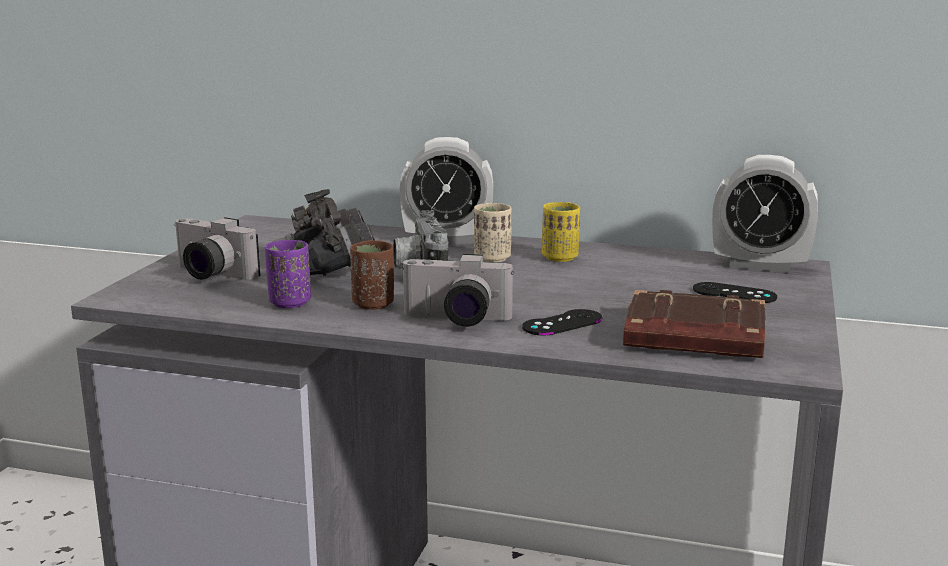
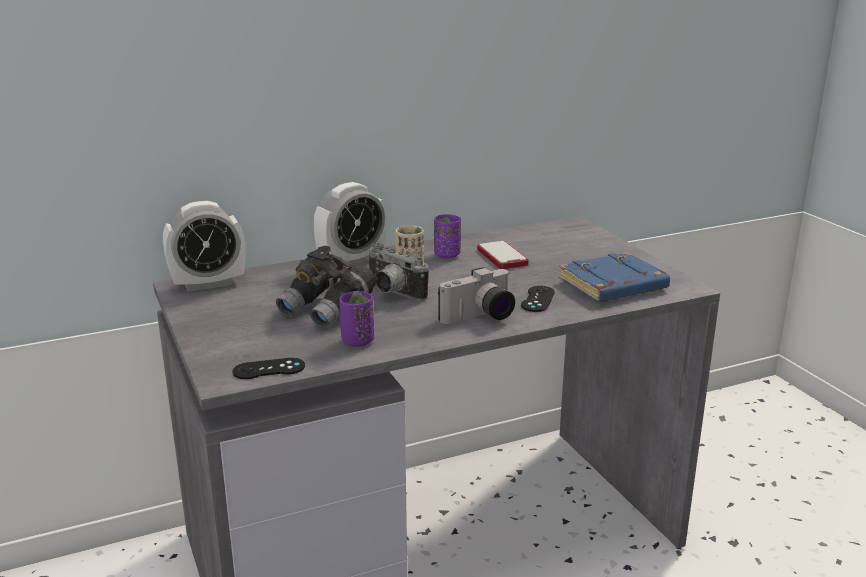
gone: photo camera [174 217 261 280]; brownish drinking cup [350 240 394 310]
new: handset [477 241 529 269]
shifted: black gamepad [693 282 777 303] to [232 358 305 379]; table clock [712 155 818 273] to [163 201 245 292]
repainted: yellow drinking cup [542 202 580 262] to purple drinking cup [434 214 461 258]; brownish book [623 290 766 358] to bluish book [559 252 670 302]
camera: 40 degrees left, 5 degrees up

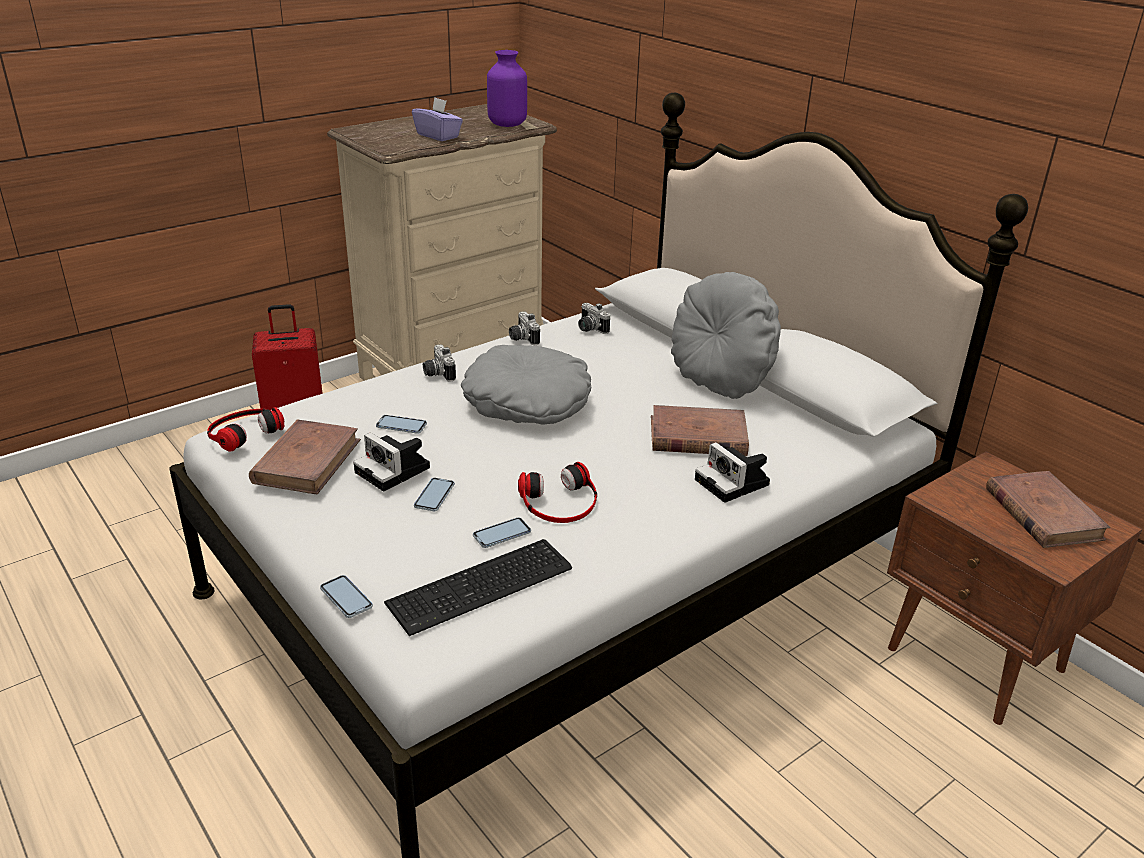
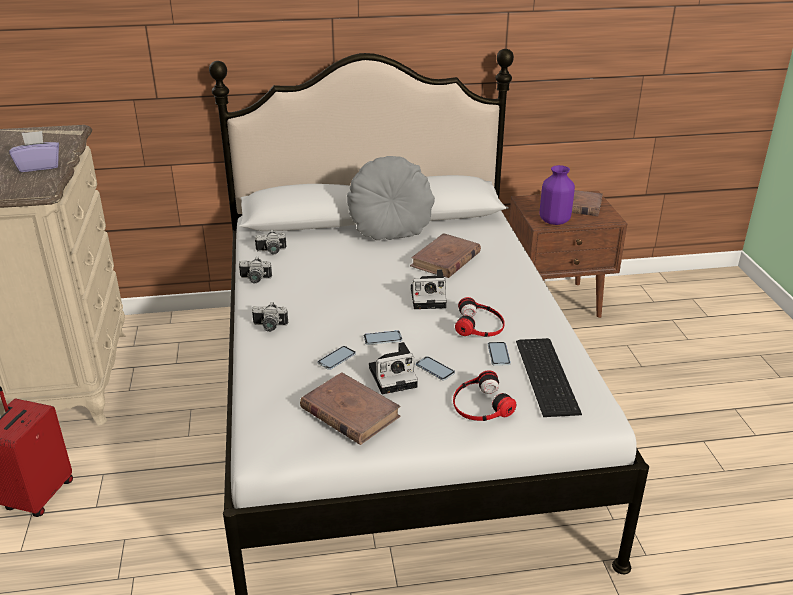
gone: grey pillow [461 345 591 425]
shifted: pair of headphones [207 407 284 452] to [453 370 516 421]; handset [320 575 373 618] to [364 330 402 345]; purple vase [487 50 527 127] to [540 165 575 225]; photo camera [695 442 770 503] to [411 269 447 309]
camera: 60 degrees left, 0 degrees up

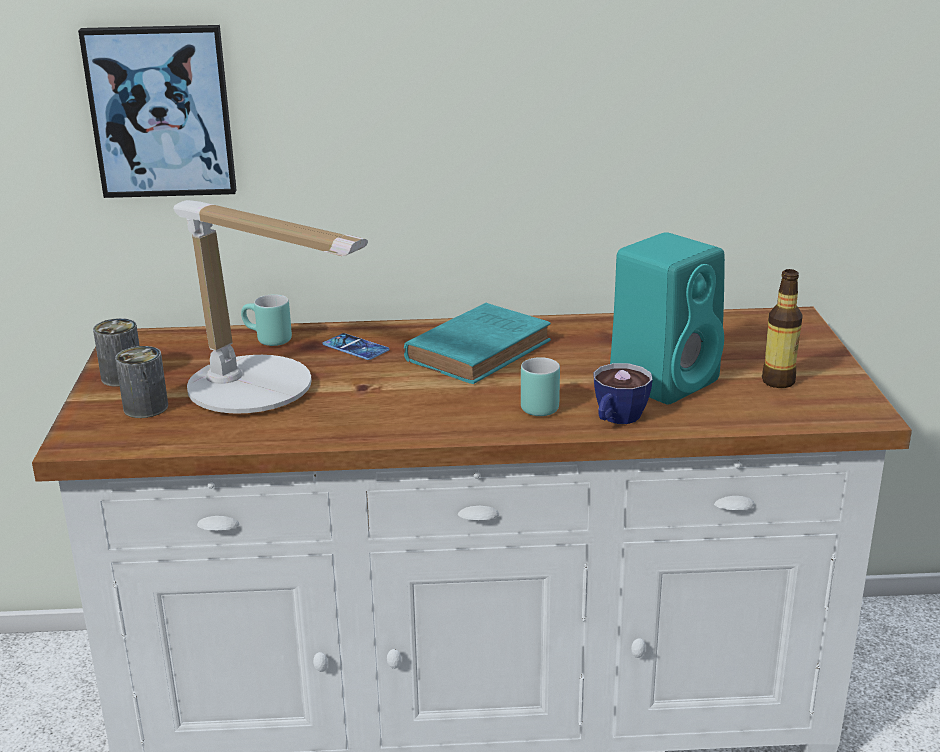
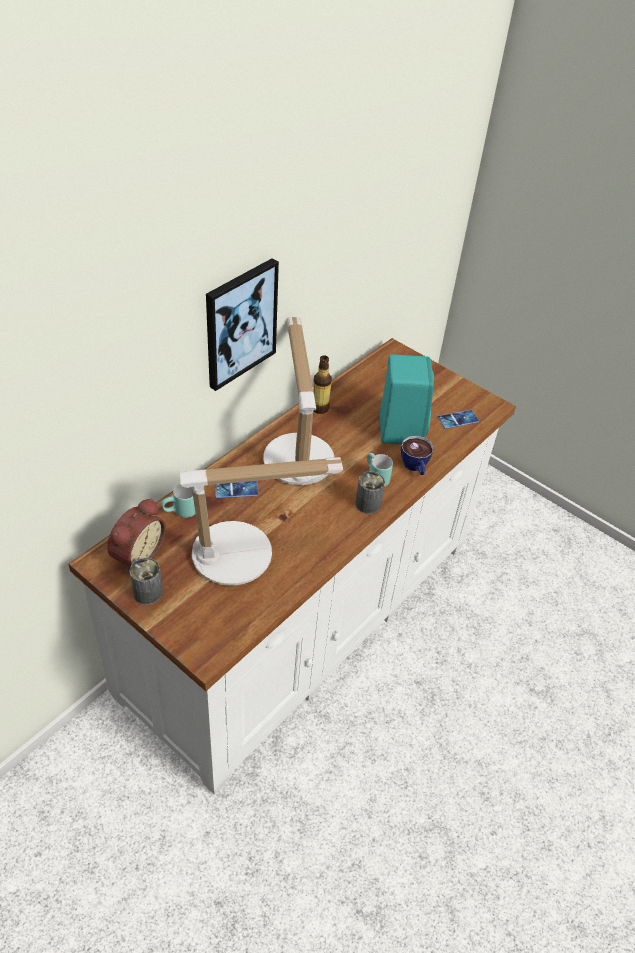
new: table clock [107 498 166 573]; handset [438 410 479 429]
shifted: wall art [78 25 237 198] to [206 258 279 391]; sealed can [115 346 168 418] to [355 471 385 514]; drink bottle [762 269 803 388] to [313 355 332 414]
swapped: turquoise-coloured book [404 303 551 384] to table lamp [263 317 334 485]
camera: 50 degrees left, 20 degrees up

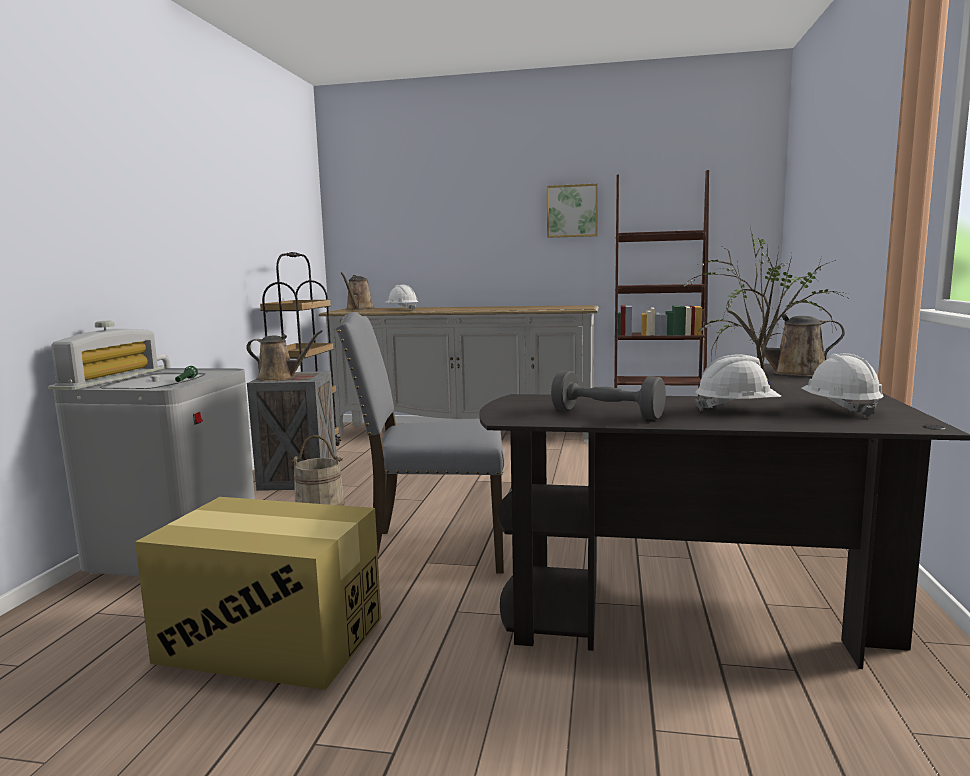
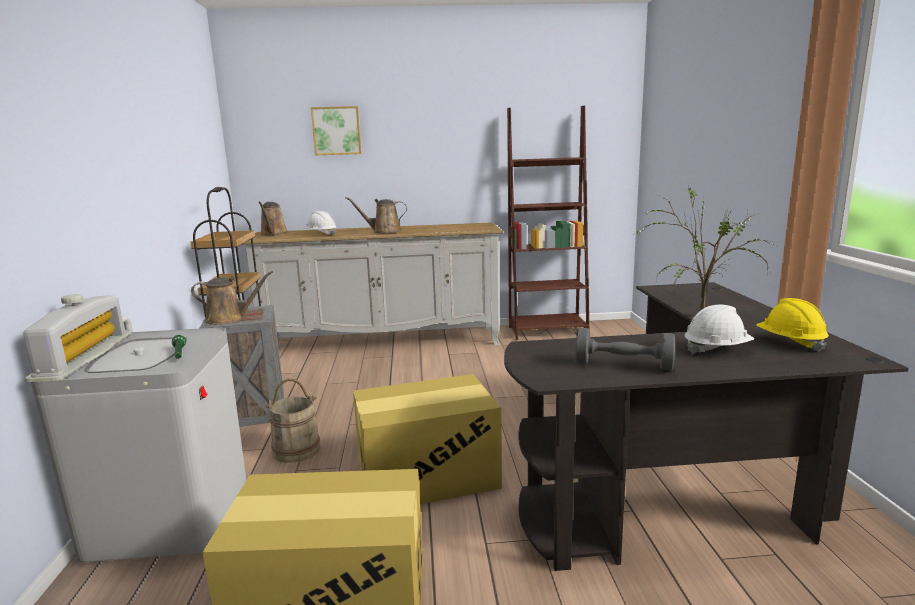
shifted: wall art [547 183 598 238] to [311 106 362 155]; brownish watering pot [727 309 845 376] to [345 197 408 233]
swapped: grey plain chair [336 312 504 574] to packing box [353 374 502 504]
repainted: white hard hat [801 353 884 418] to yellow hard hat [756 298 829 352]
camera: 15 degrees left, 5 degrees up

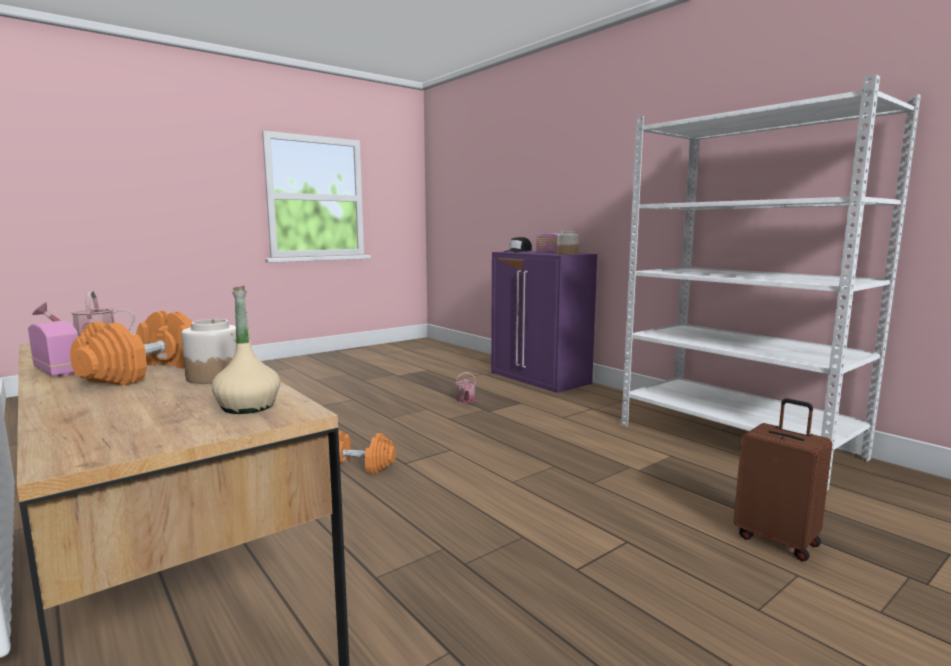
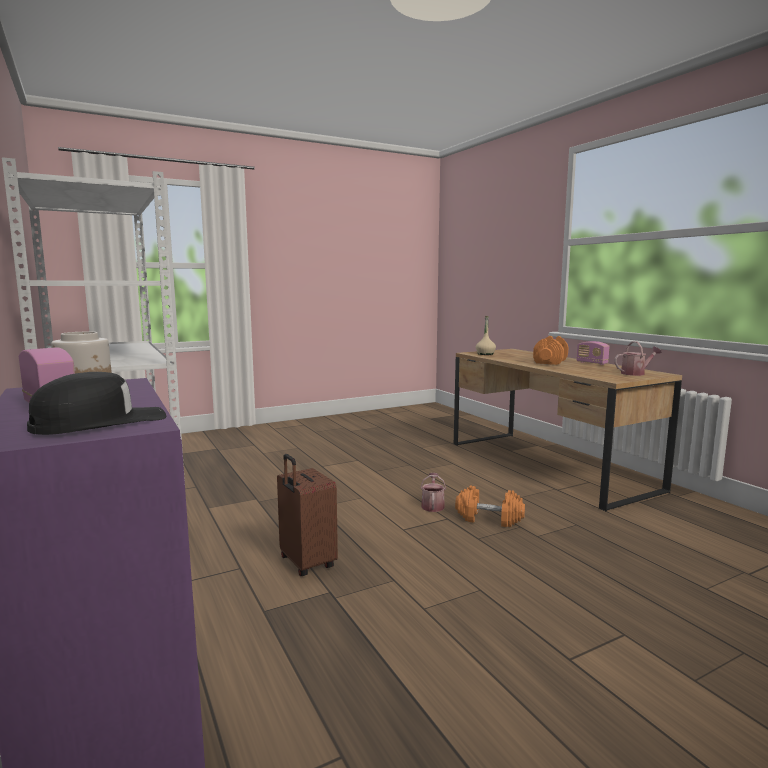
gone: jar [181 319 236 384]
shifted: watering pot [455 372 477 403] to [420 473 446 512]; brownish suitcase [734 398 833 561] to [277 454 338 576]
camera: 170 degrees left, 0 degrees up

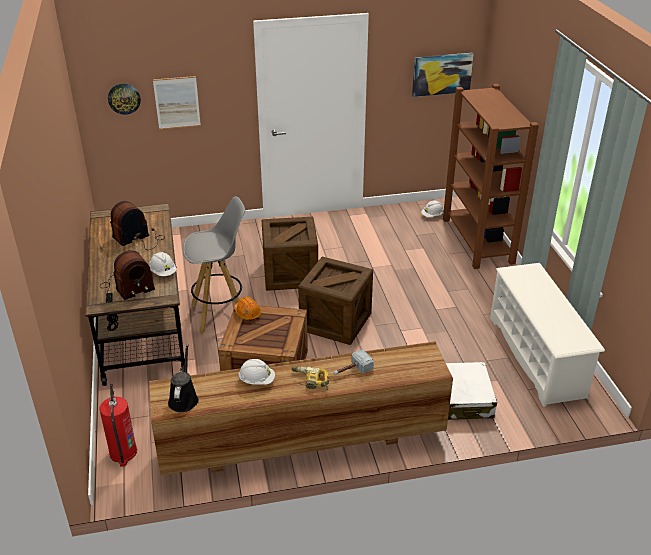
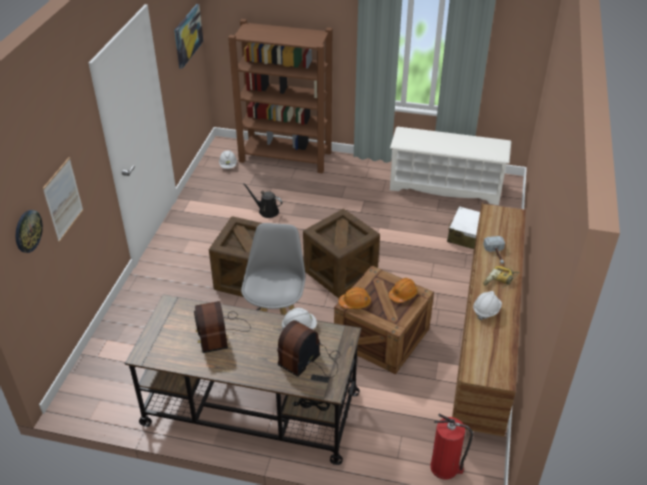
new: orange hard hat [389 278 418 303]
shifted: black watering pot [168 344 199 412] to [243 183 283 218]
rotated: radio [100 250 155 300] = [277 320 340 378] 135 degrees counterclockwise
camera: 65 degrees left, 5 degrees up

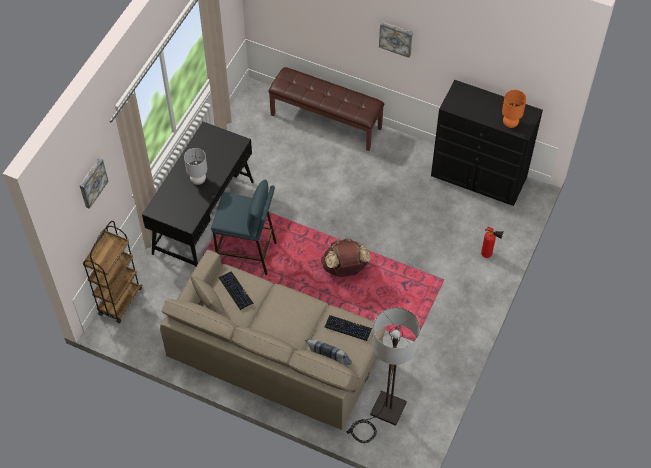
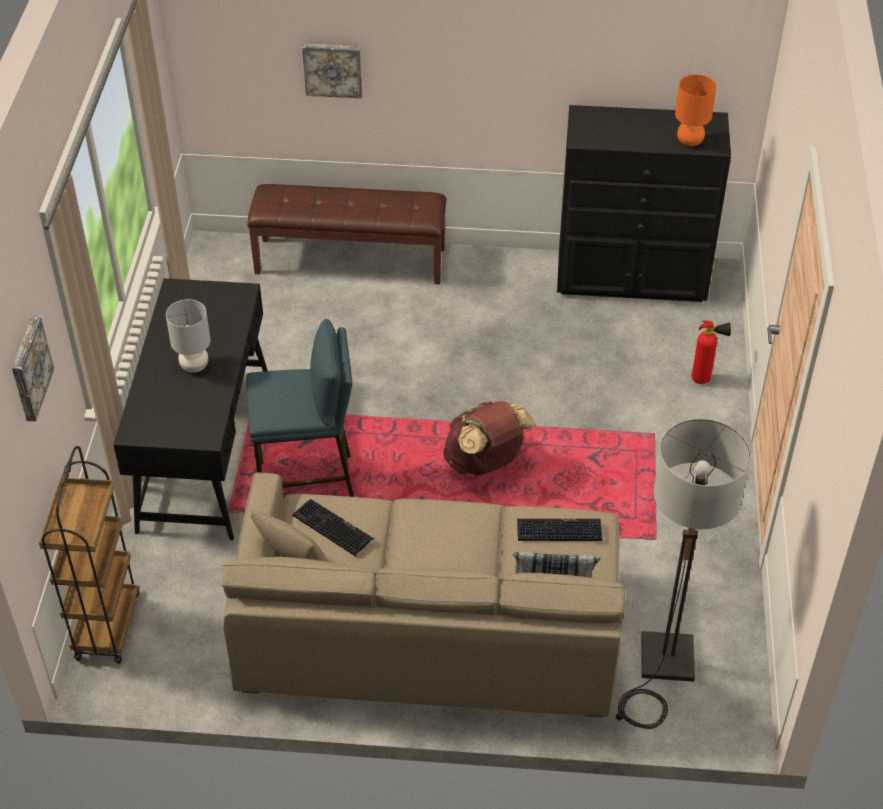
shifted: wall art [379 22 413 58] to [302 44 362 98]
camera: 20 degrees left, 10 degrees down

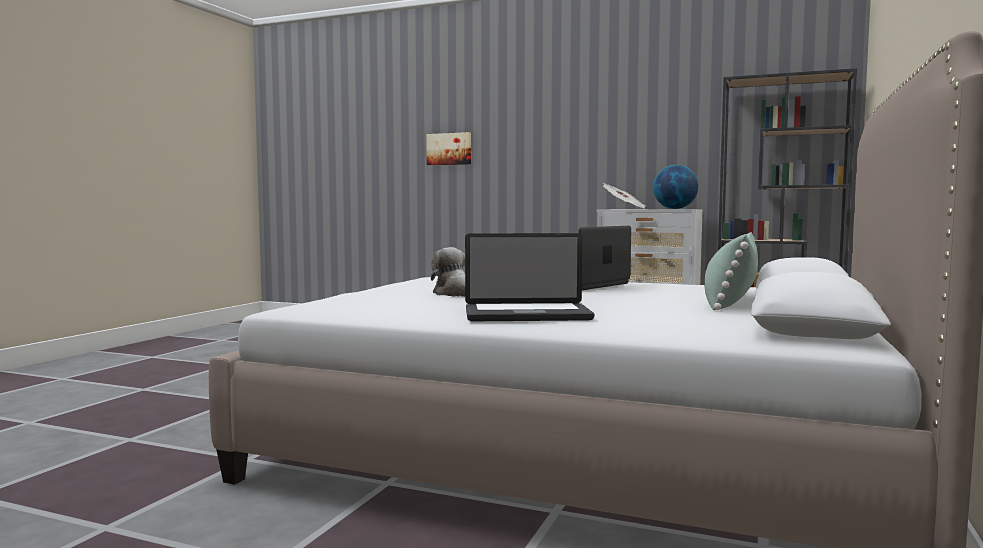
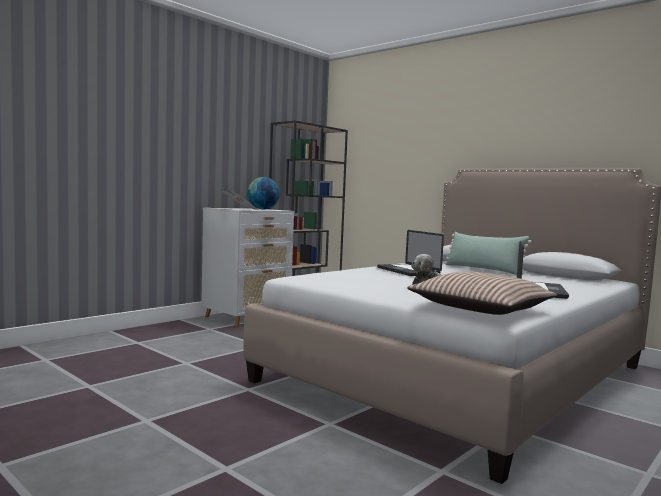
gone: wall art [426 132 471 165]
new: pillow [407 271 557 315]
camera: 70 degrees left, 0 degrees up

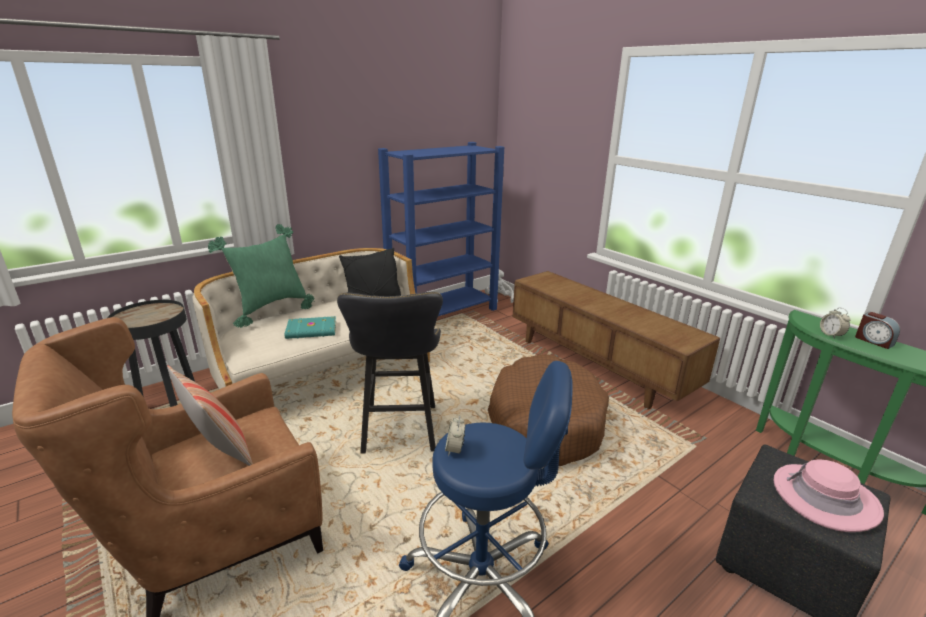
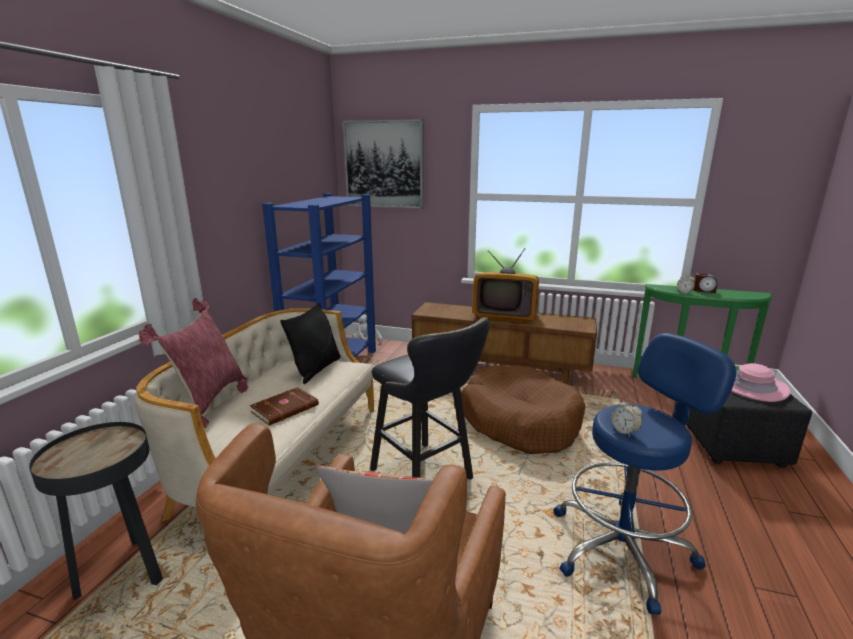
new: wall art [343 119 424 209]; TV [473 248 539 323]
repainted: green pillow [208 224 315 328] to red-coloured pillow [138 298 248 429]; turquoise-coloured book [285 316 336 339] to brownish book [249 387 319 426]
camera: 35 degrees left, 5 degrees down

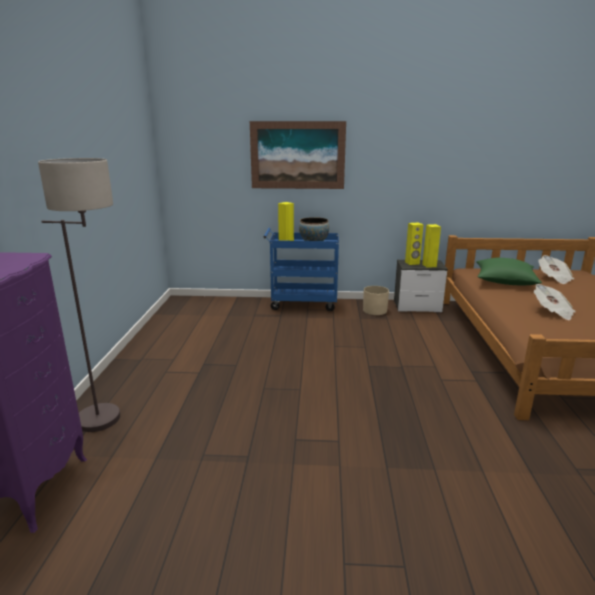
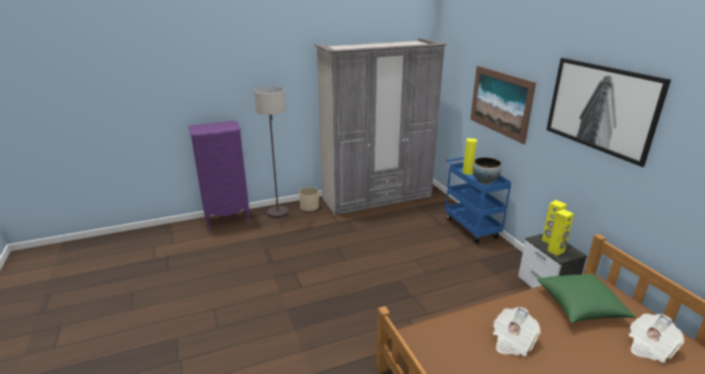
new: grey armoire [314 38 448 215]; wall art [546 58 671 167]
shifted: sand-coloured planter [363 286 389 315] to [299 187 319 211]
camera: 65 degrees right, 5 degrees up

